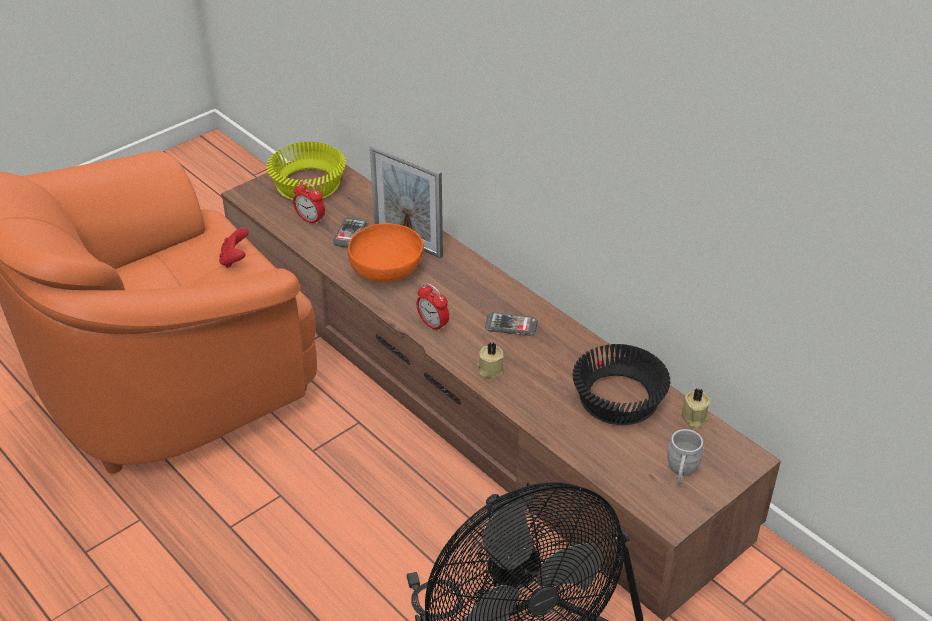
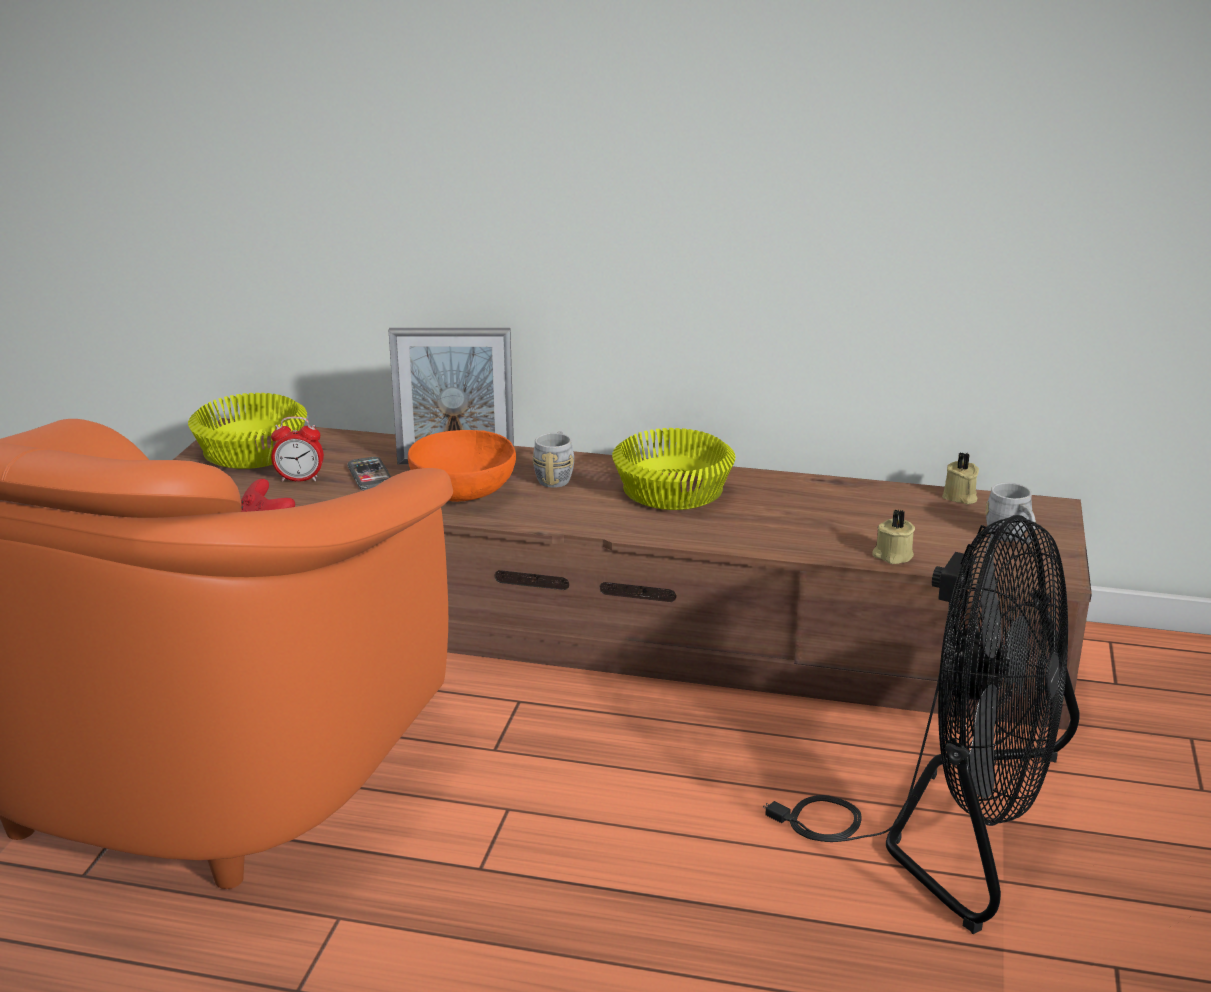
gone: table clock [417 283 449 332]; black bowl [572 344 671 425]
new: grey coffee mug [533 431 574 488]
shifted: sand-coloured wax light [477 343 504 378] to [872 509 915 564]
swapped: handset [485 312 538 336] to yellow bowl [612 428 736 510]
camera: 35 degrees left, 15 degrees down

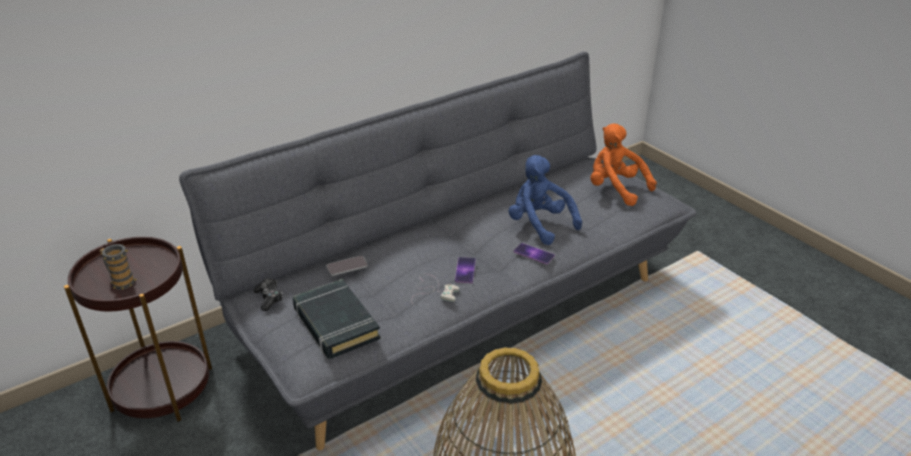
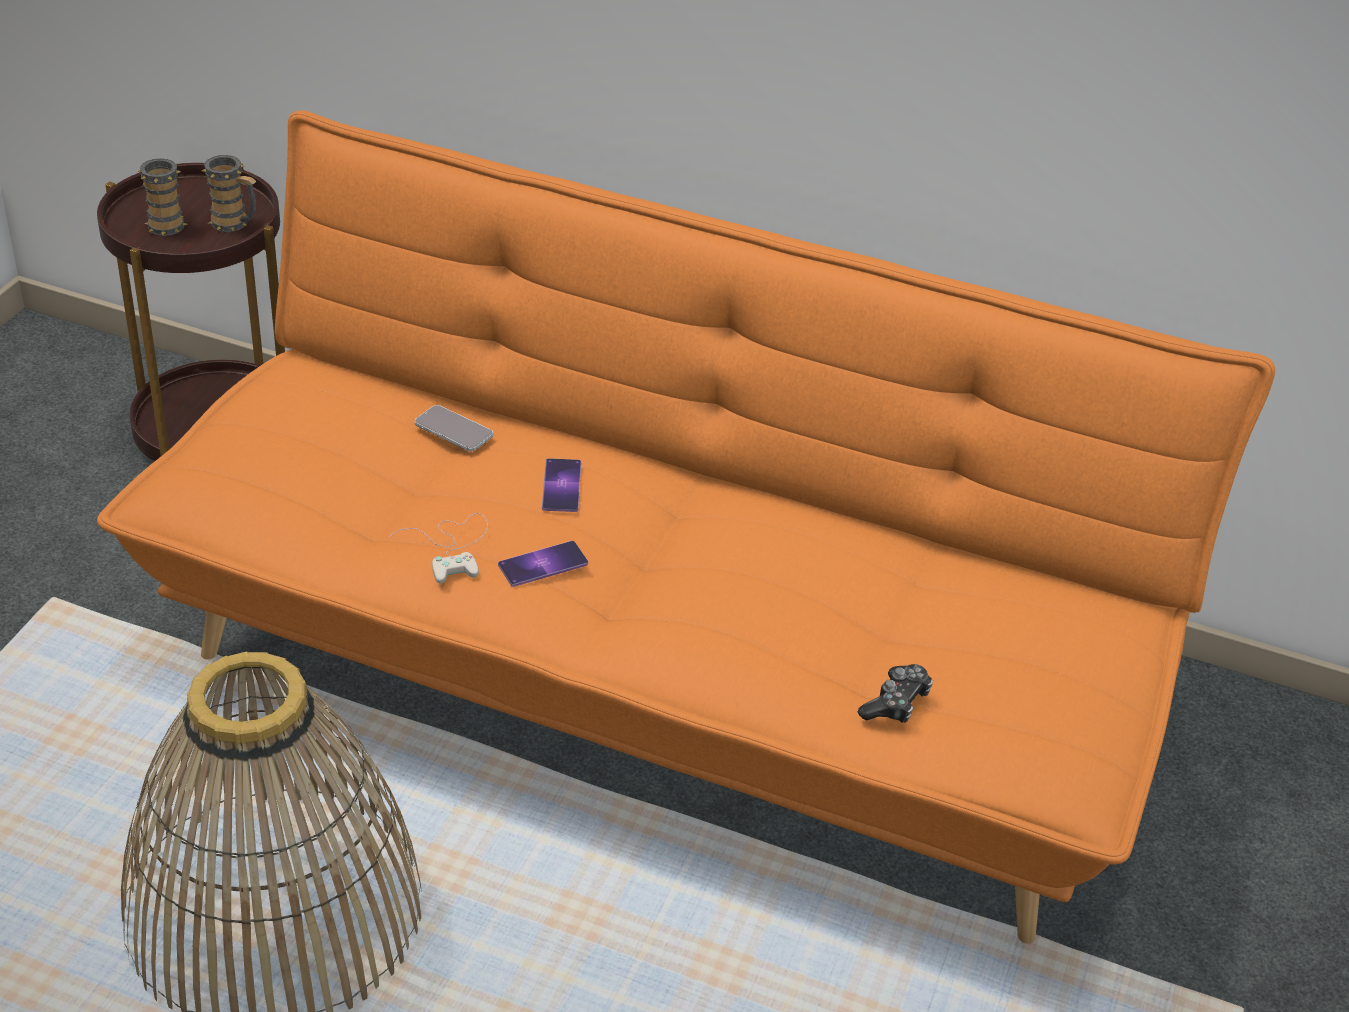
gone: black book [293 279 380 359]; bluish plush toy [509 155 582 245]; orange plush toy [590 123 657 206]
new: coffee mug [202 155 256 232]
shifted: gamepad [254 278 282 311] to [858 664 933 723]; handset [513 243 555 264] to [542 458 581 512]
repainted: grey couch [179 52 697 450] to orange couch [97 110 1275 944]
camera: 55 degrees right, 5 degrees up

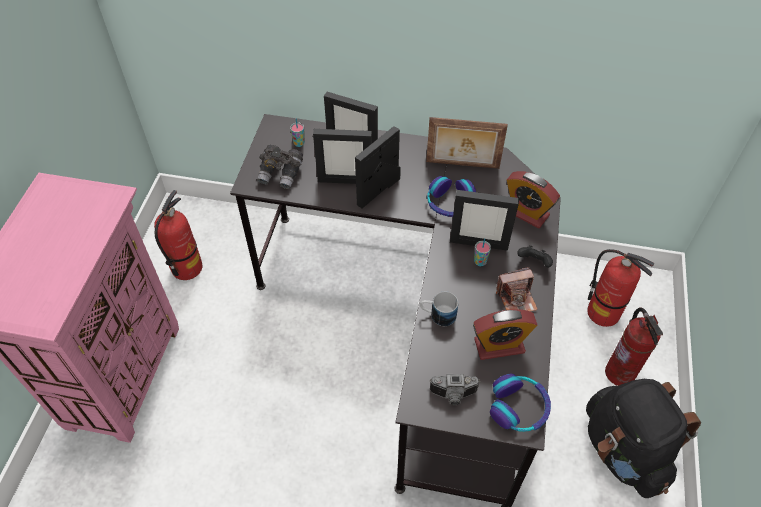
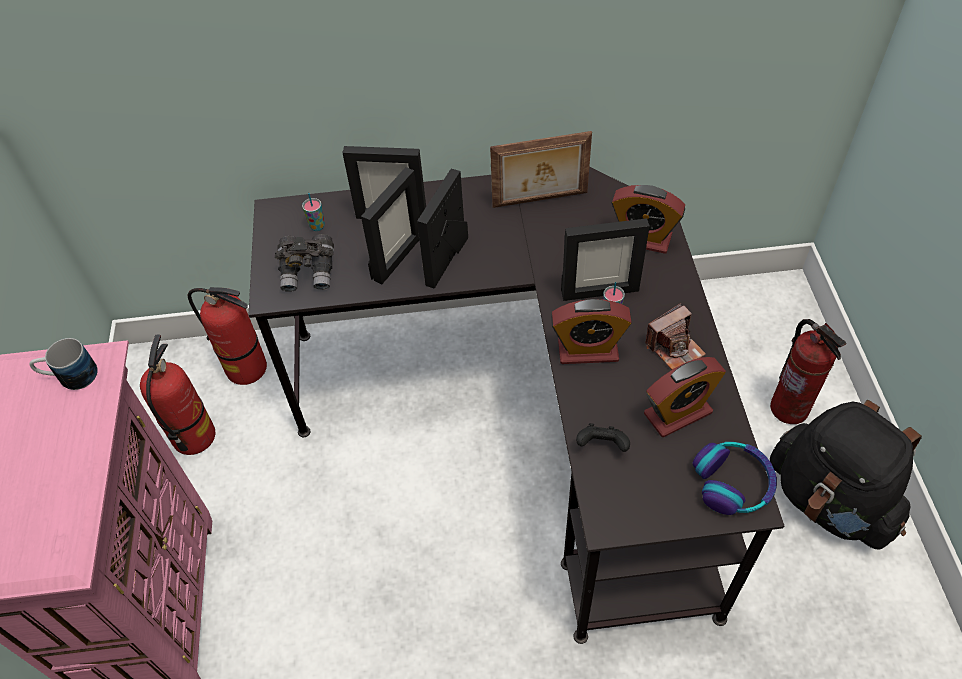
gone: pair of headphones [427 176 476 217]; photo camera [430 374 480 405]
new: table clock [551 299 632 364]
shifted: coffee mug [420 291 458 326] to [29 338 98 390]; black gamepad [517 245 553 268] to [576 423 630 452]; fire extinguisher [587 249 654 327] to [188 287 267 385]
rotated: standing frame [313 129 372 184] = [361 167 420 284] 45 degrees counterclockwise
camera: 15 degrees left, 0 degrees up

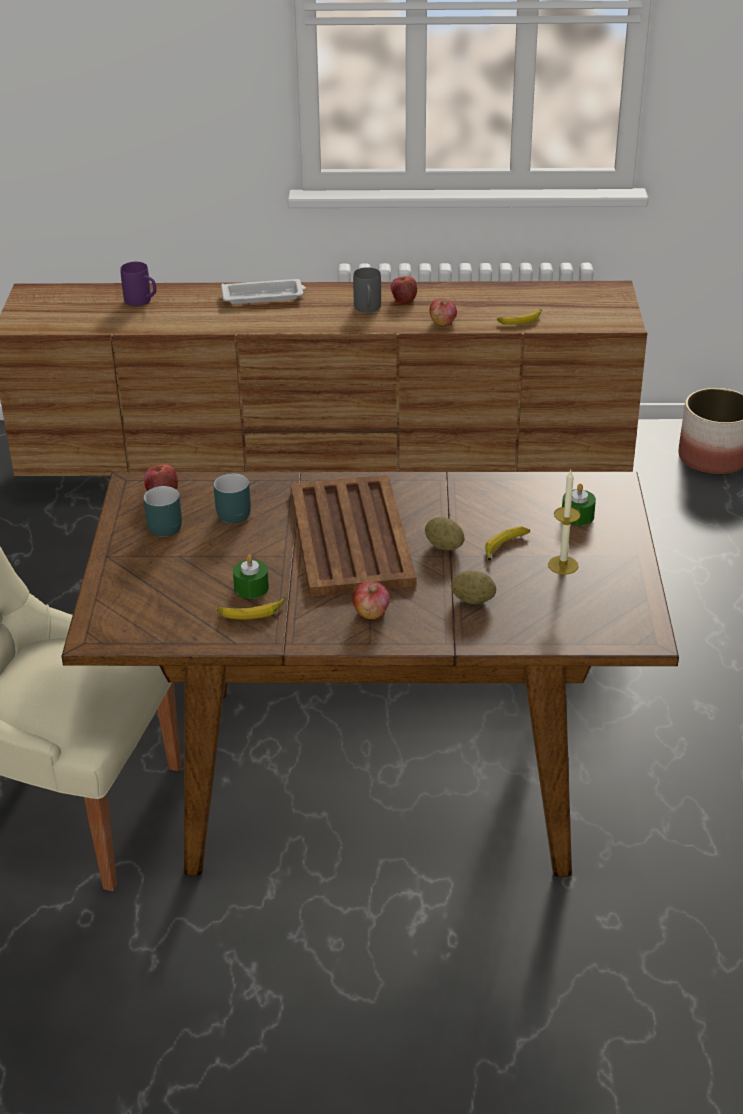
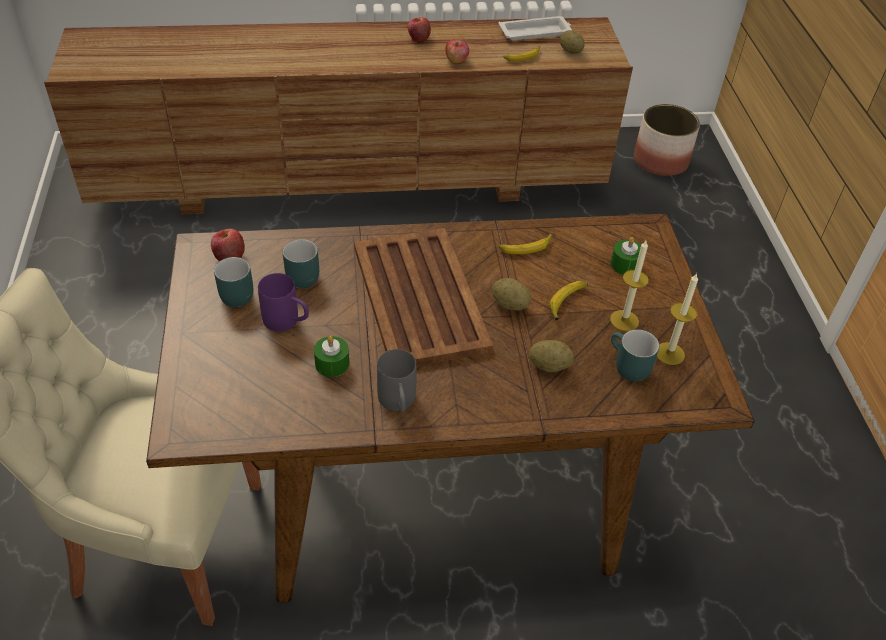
gone: apple [352 582 390 620]
new: potato [560 30 585 54]; turquoise-coloured coffee mug [611 329 659 382]; wax light [657 273 698 365]
shifted: purple coffee mug [120 262 156 306] to [258 273 309 332]; banana fruit [217 597 286 619] to [499 233 552 254]; white tray [221 279 306 304] to [498 16 572 40]; grey coffee mug [353 267 381 313] to [377 349 417 412]
camera: 10 degrees left, 10 degrees up

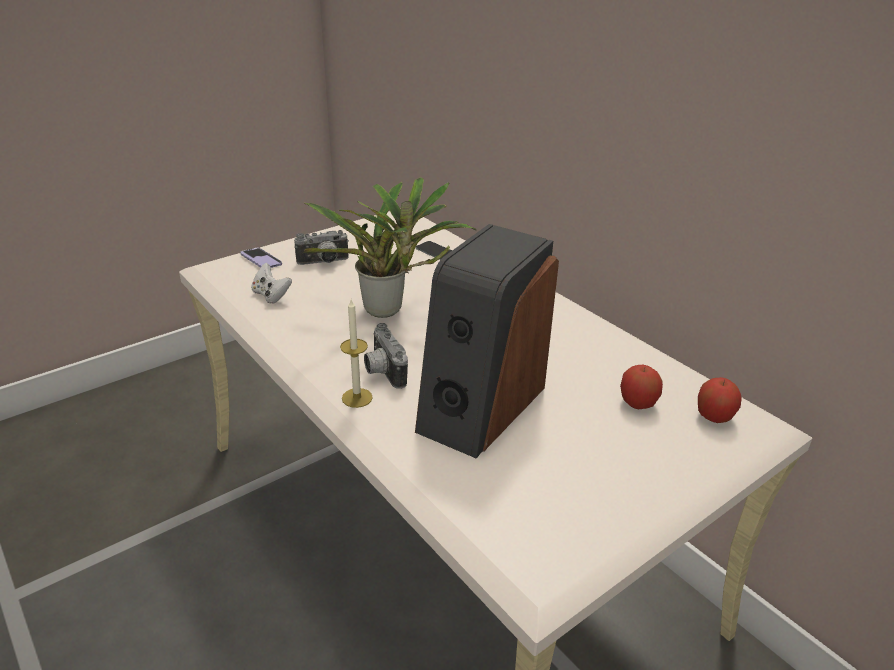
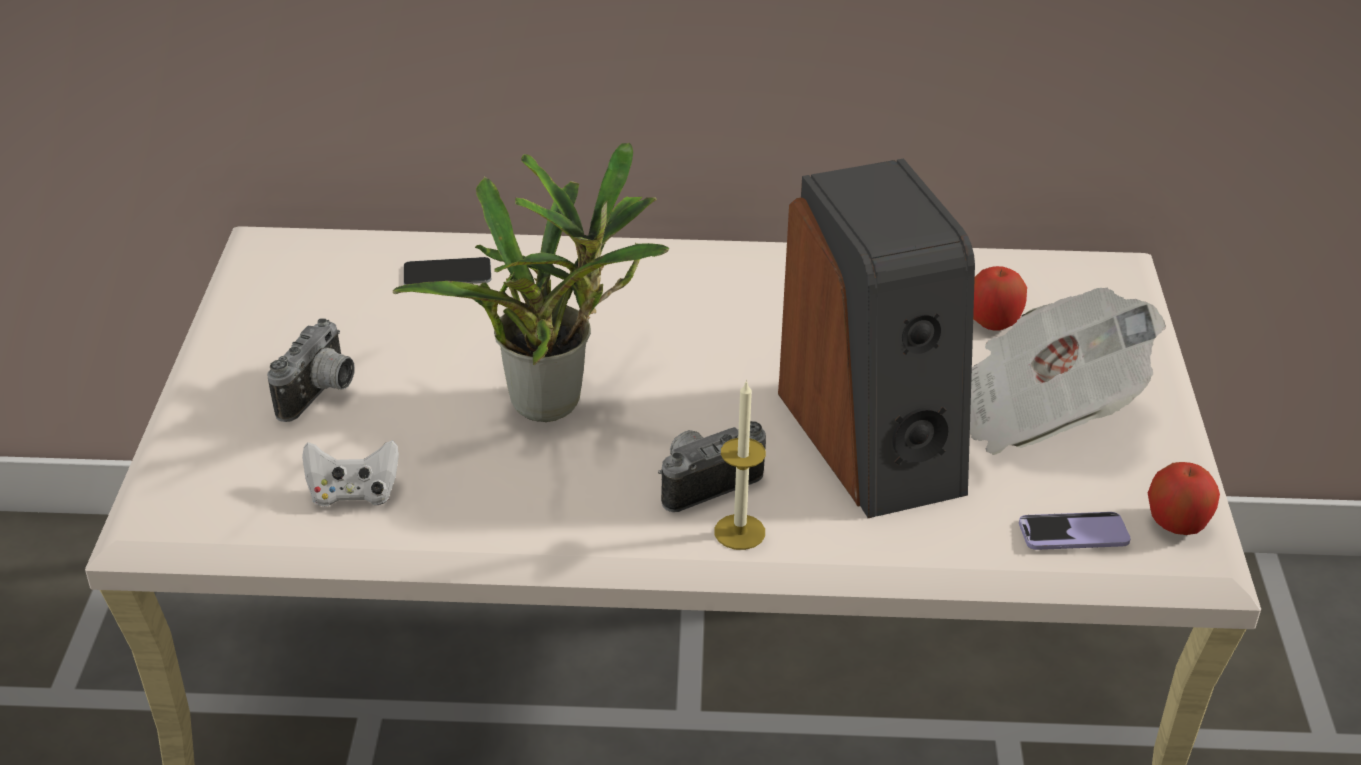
new: daily paper [970 288 1166 455]
shifted: handset [240 248 282 268] to [1019 512 1131 550]; apple [698 377 742 423] to [1148 462 1220 535]
rotated: photo camera [364 323 408 389] = [658 421 766 512] 135 degrees clockwise
camera: 50 degrees left, 5 degrees up

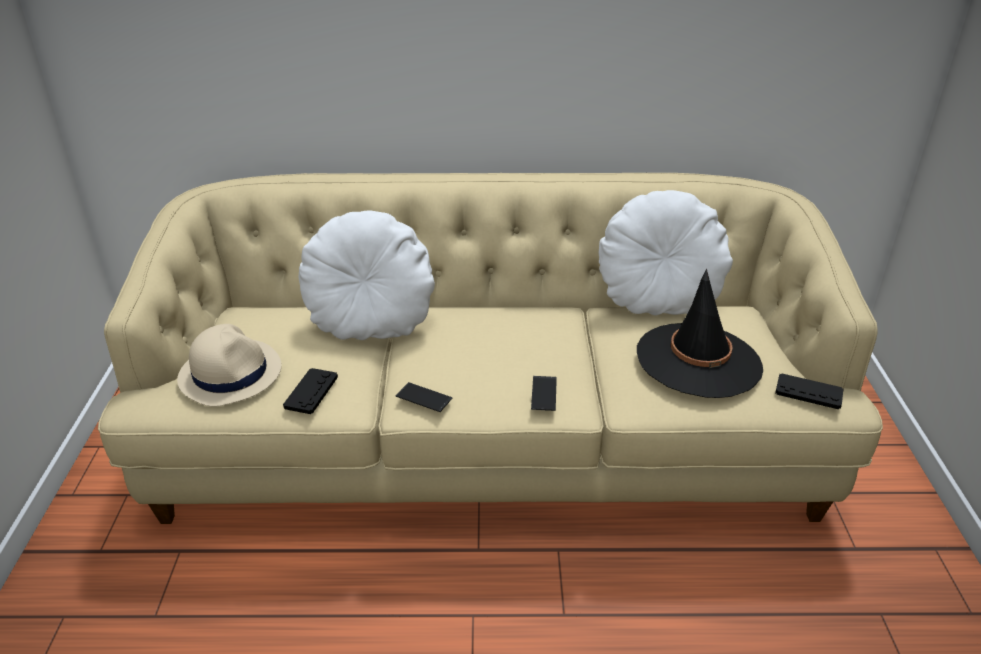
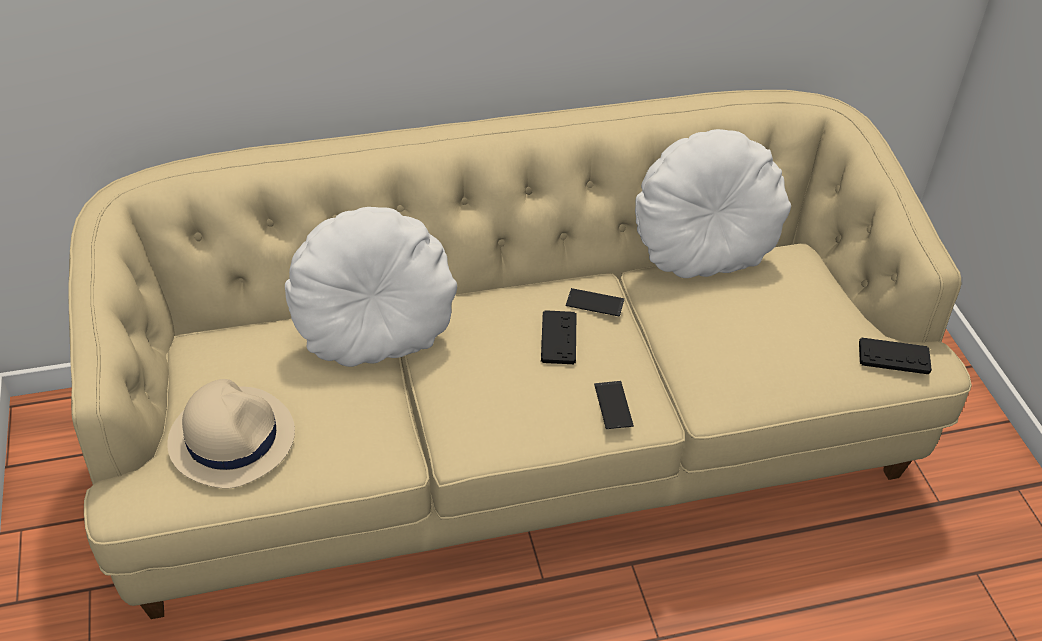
gone: black clothing hat [637 268 763 398]
shifted: black gamepad [283 368 338 414] to [541 310 576 364]; handset [395 382 453 412] to [566 288 625 317]
camera: 15 degrees left, 10 degrees up

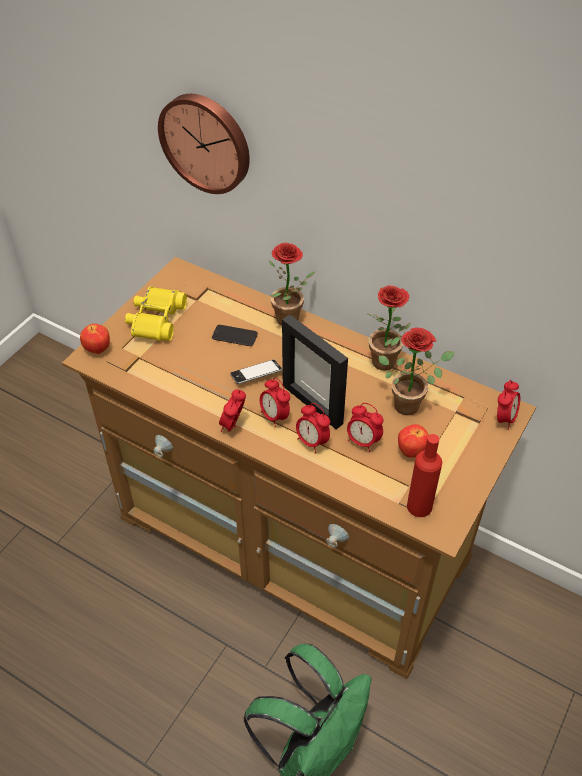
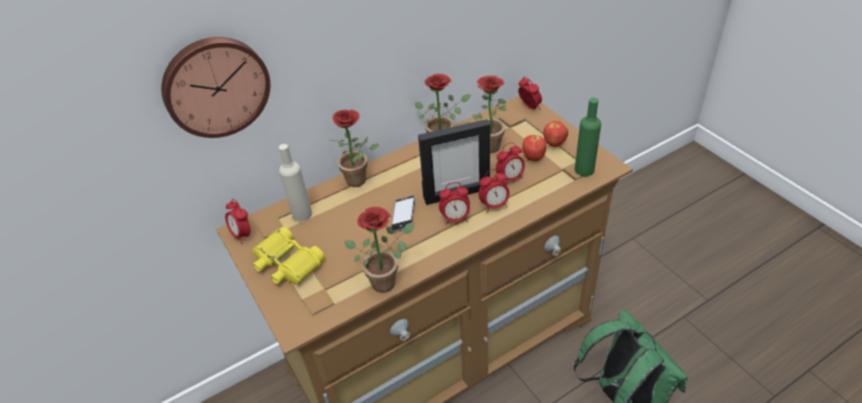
gone: handset [212 325 258 346]
new: sand-coloured drink bottle [279 144 312 221]; potted plant [344 207 414 293]
shifted: apple [80 324 110 354] to [544 121 568 147]; table clock [219 390 246 432] to [225 199 250 244]
repainted: red-coloured drink bottle [407 434 442 517] to green drink bottle [575 98 601 176]
camera: 60 degrees left, 5 degrees down

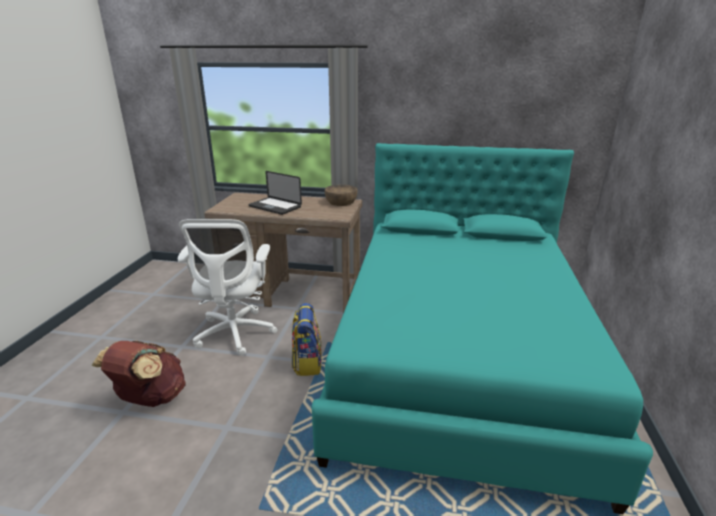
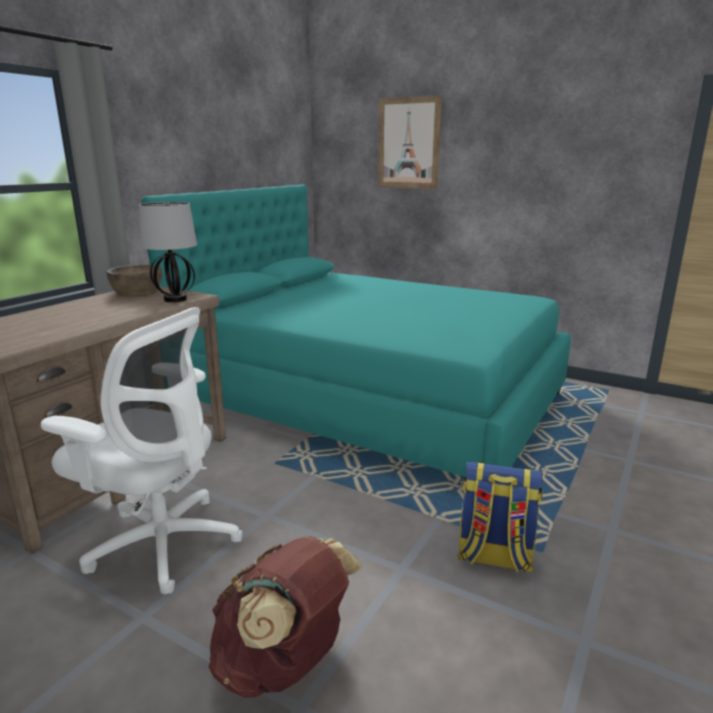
gone: laptop [248 171 302 215]
new: table lamp [139 202 197 302]; wall art [378 95 442 189]
shifted: rucksack [292 303 322 376] to [457 462 543 573]
camera: 70 degrees left, 5 degrees down

